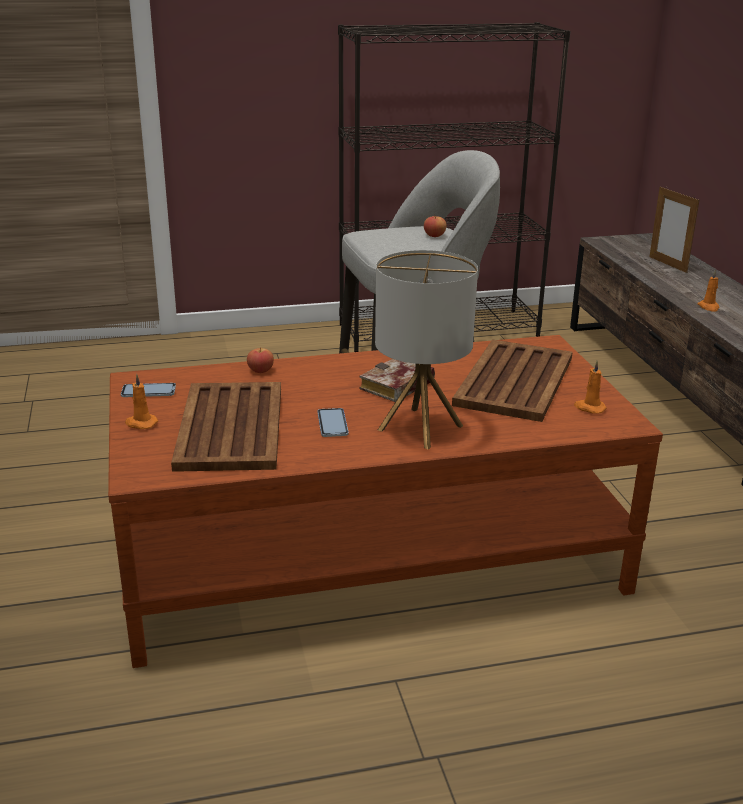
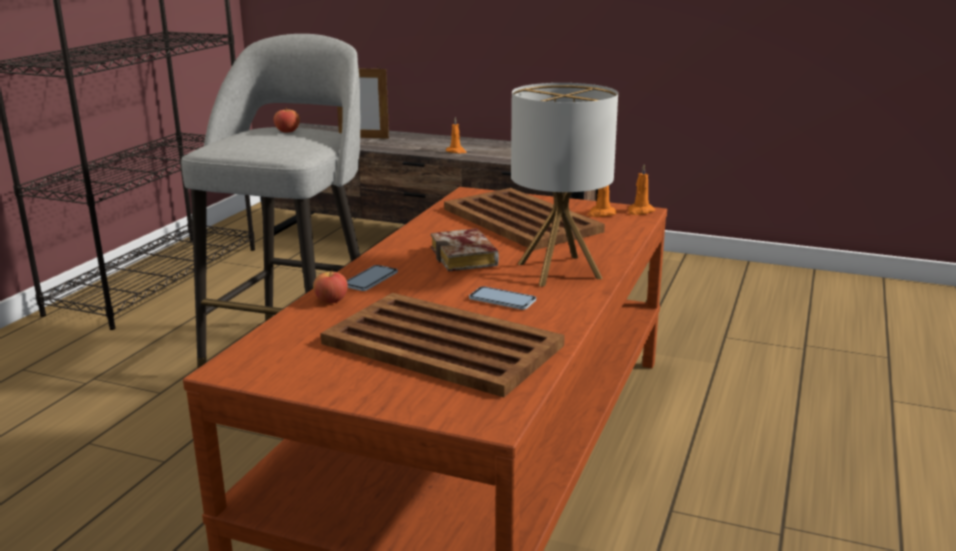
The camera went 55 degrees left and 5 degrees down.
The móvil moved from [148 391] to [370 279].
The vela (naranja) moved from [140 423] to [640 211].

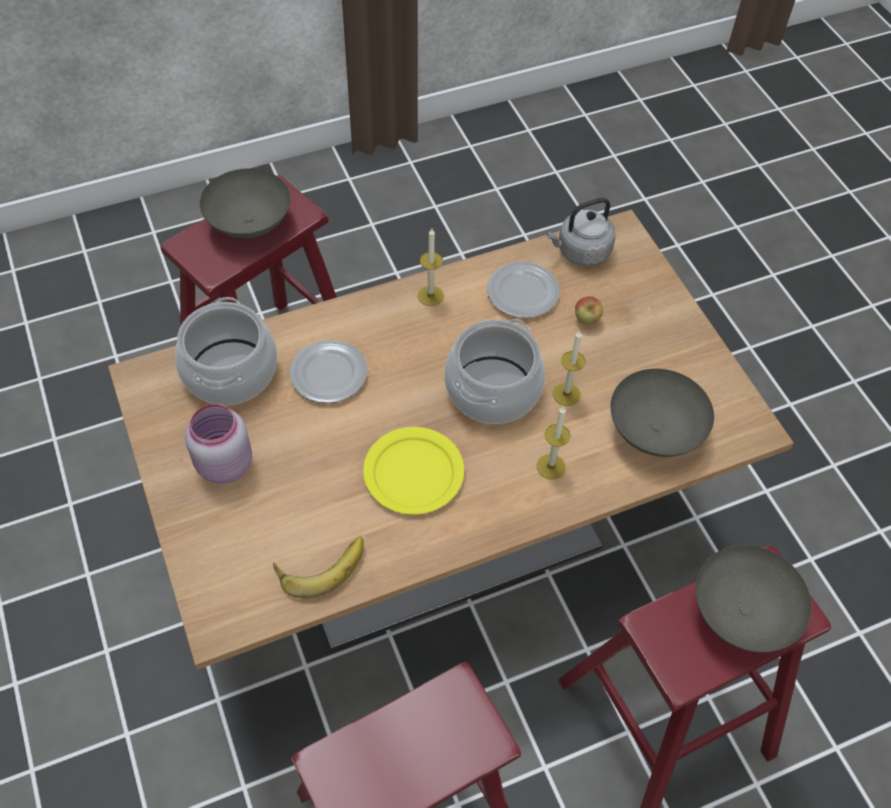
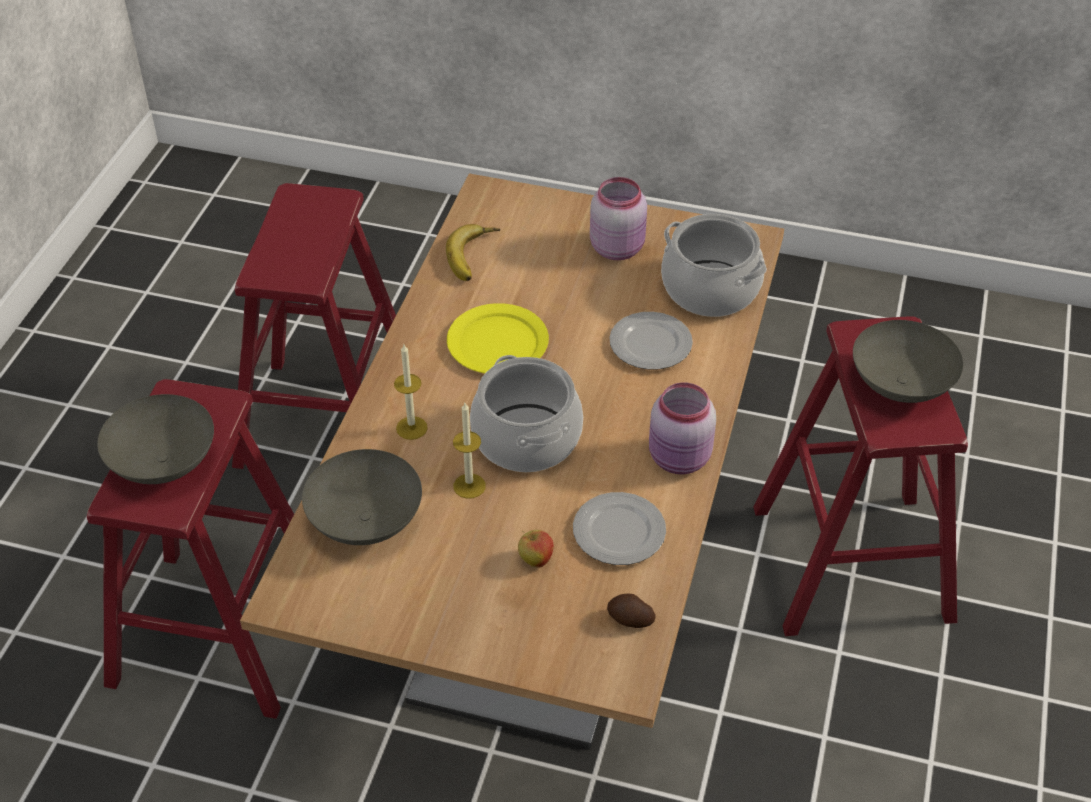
The camera went 130 degrees right and 10 degrees down.
The vela at [430 296] was replaced by the tarro (rosa) at [680 459].
The hervidor (gris) at [580 252] was replaced by the patata at [630 620].

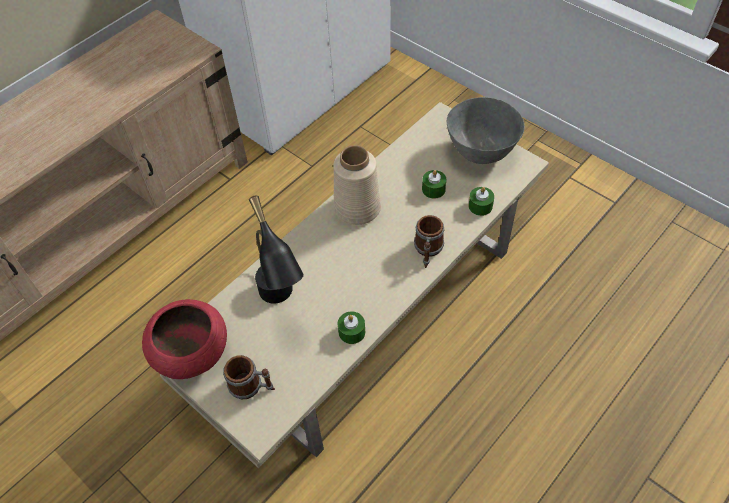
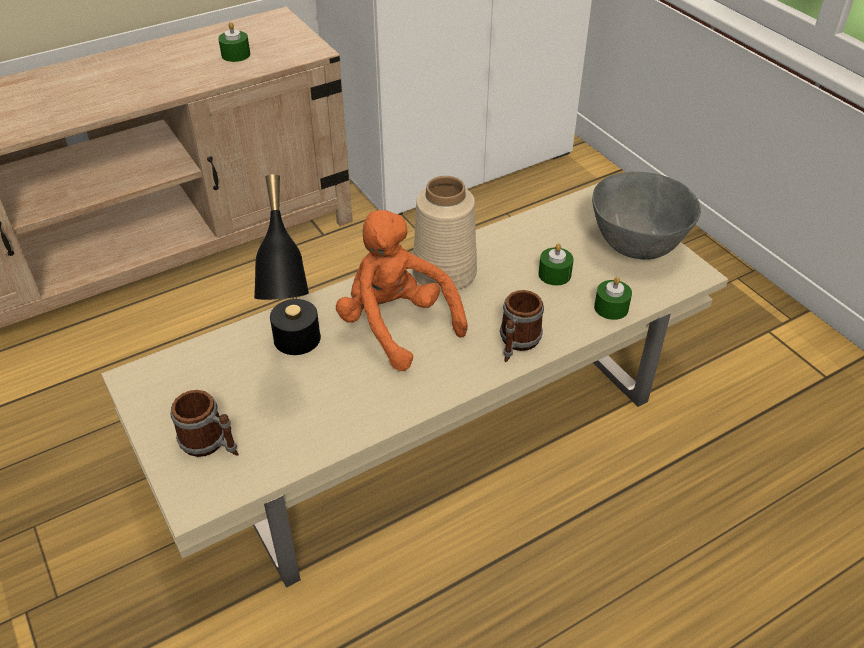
The camera went 15 degrees right and 10 degrees down.
The cuenco (rojo) at [192 352] disappeared.
The vela (verde) moved from [352 332] to [236 55].
The peluche (naranja) at [396 325] appeared.

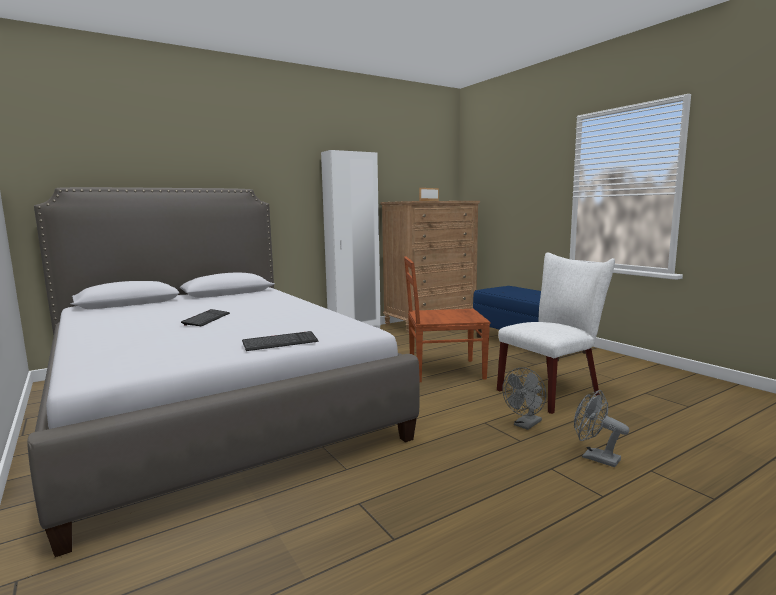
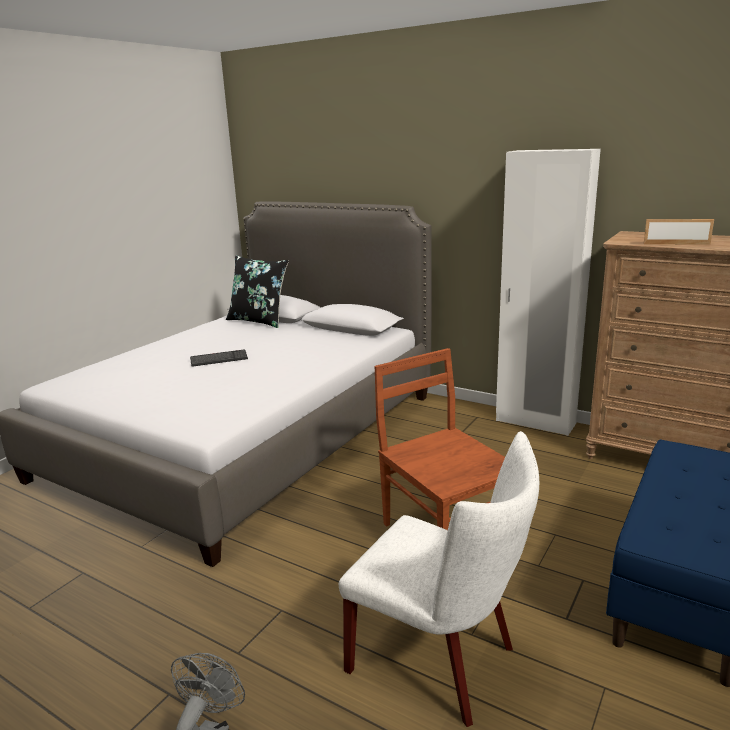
The camera went 65 degrees right and 10 degrees up.
The teclado at [280 343] disappeared.
The ventilador (gris) at [525 425] disappeared.
The cojín (negro) at [259 321] appeared.

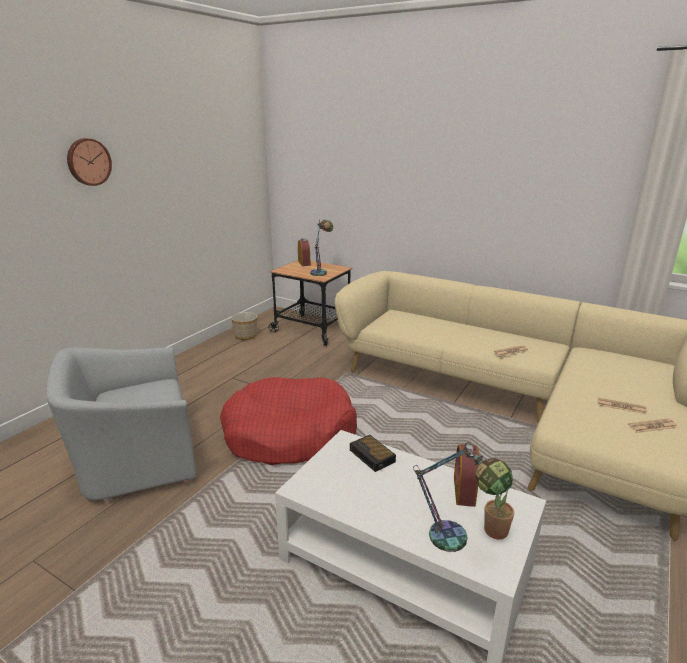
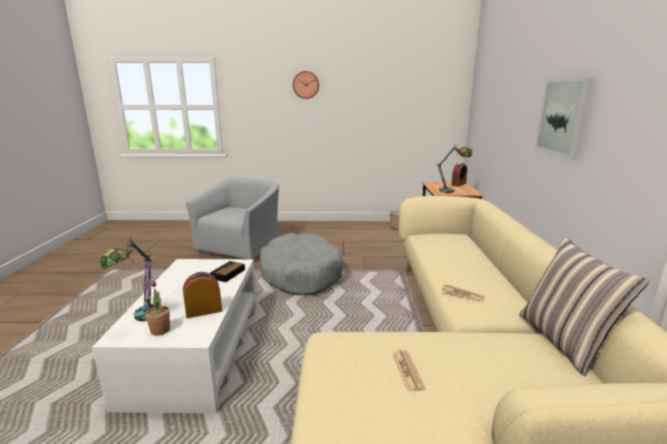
The camera went 60 degrees right and 5 degrees down.
The sillón (gris) at [136 460] turned 75 degrees clockwise.
The cama para perro (rojo) at [289 434] became the cama para perro (gris) at [300 274].
The periódico at [652 426] disappeared.
The cojín at [564 341] appeared.
The cuadro at [563 117] appeared.

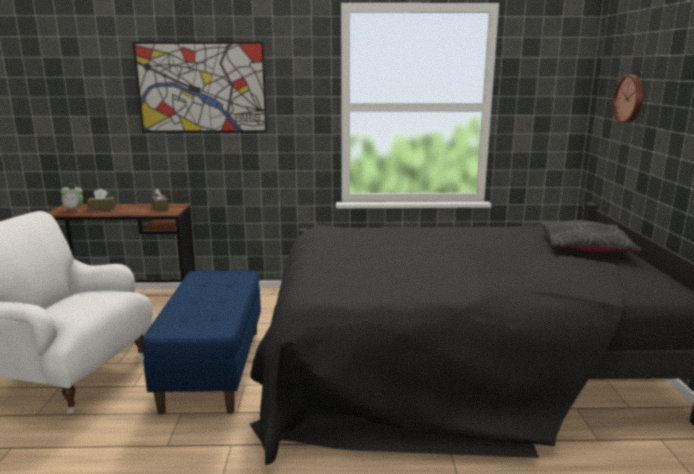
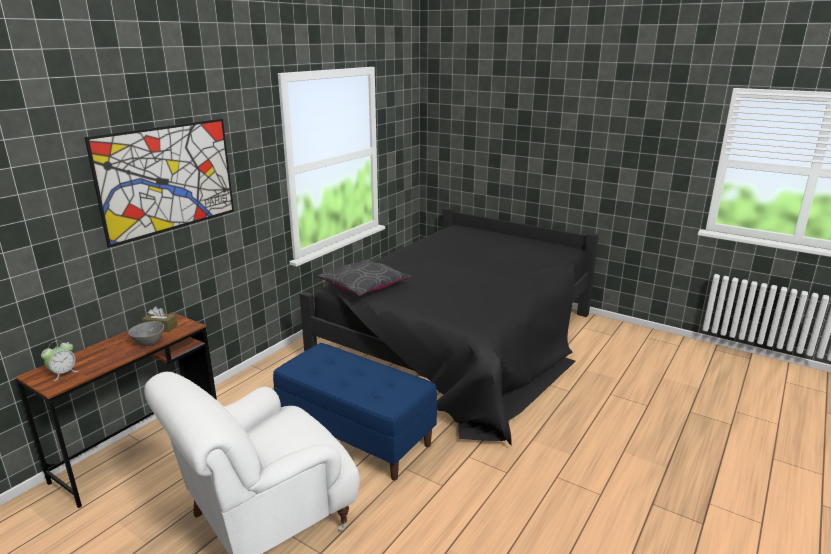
The camera went 55 degrees left and 5 degrees up.
The caja de pañuelos (marrón) at [102 208] disappeared.
The cojín (gris) moved from [584 247] to [364 286].
The reloj de pared at [630 99] disappeared.
The cuenco (gris) at [148 342] appeared.

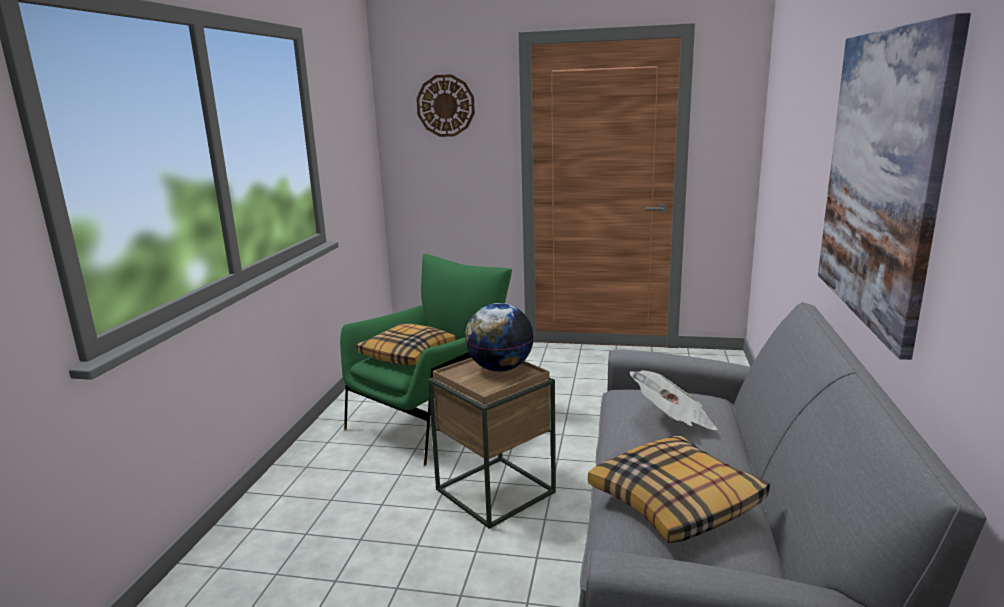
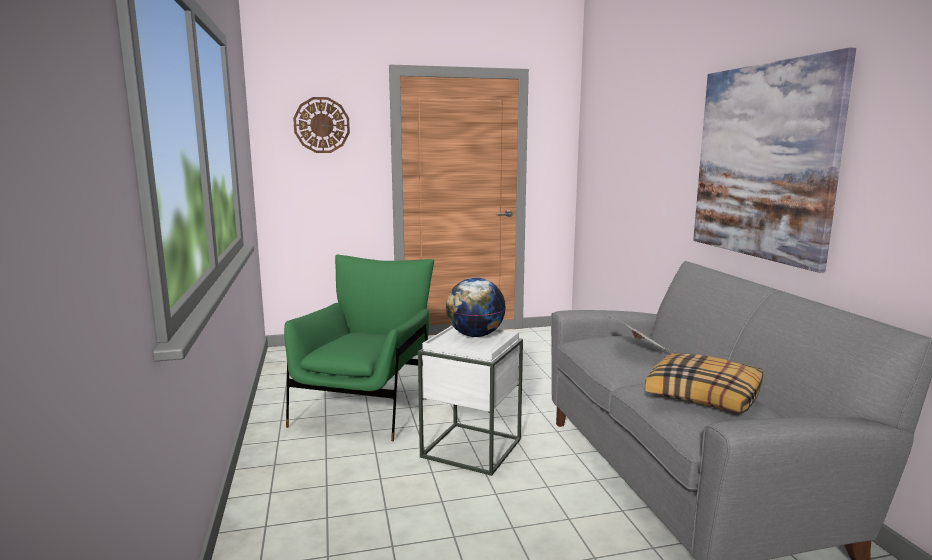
The camera went 25 degrees left and 5 degrees down.
The cojín at [408 354] disappeared.
The mesa auxiliar (marrón) at [495 491] became the mesa auxiliar (blanco) at [471 448].

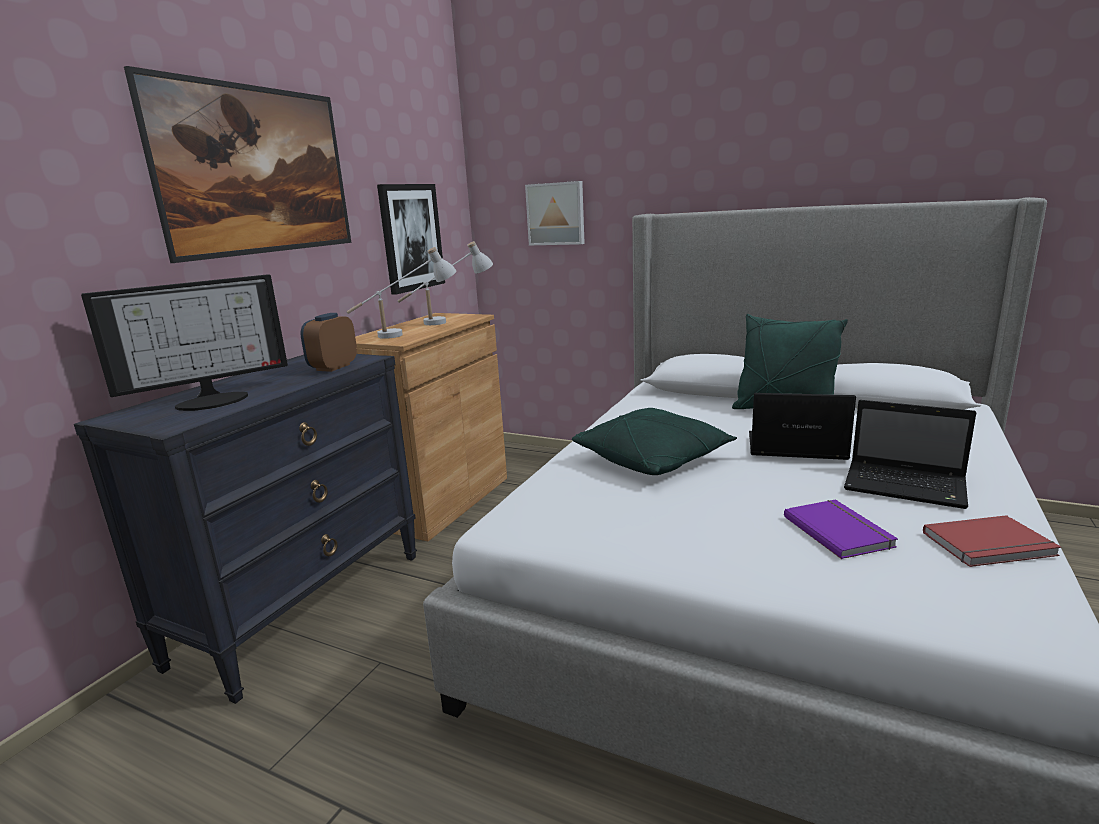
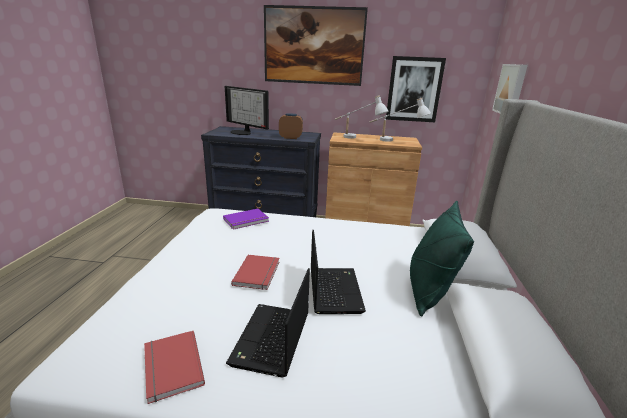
The camera went 70 degrees right and 5 degrees up.
The cojín (verde) at [653 459] disappeared.
The libro (morado) moved from [839 531] to [246 220].
The libro (rojo) at [258 273] appeared.

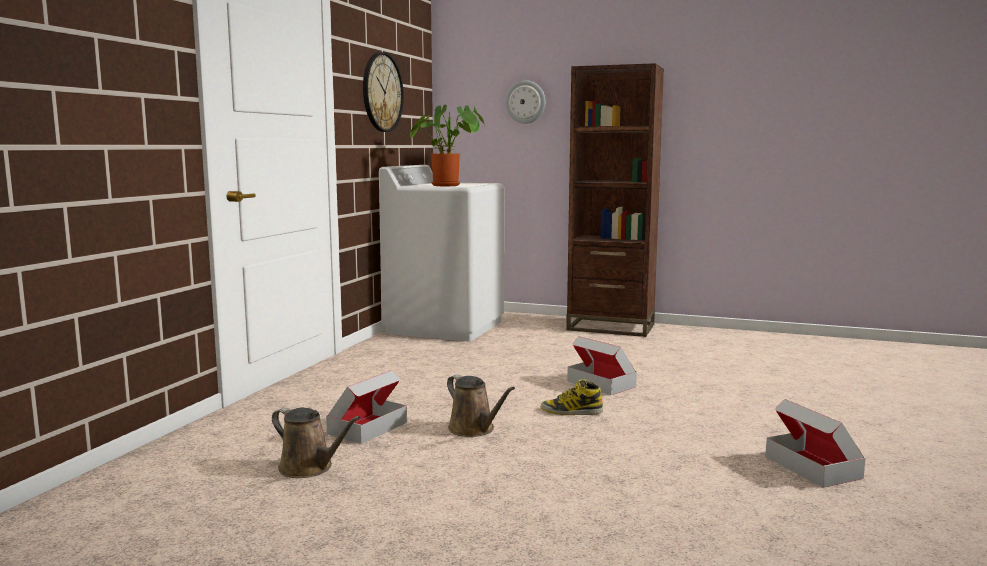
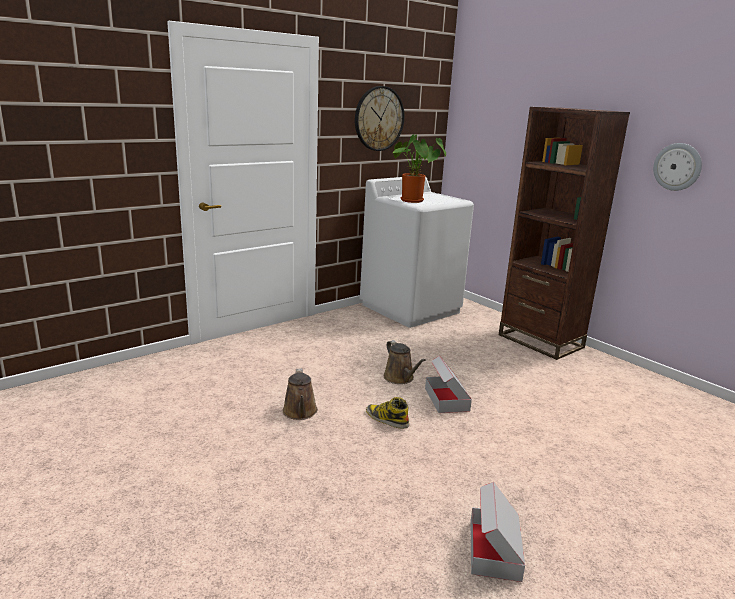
The camera went 30 degrees right and 10 degrees up.
The regadera (marrón) moved from [309 468] to [400 378].
The caja de cartón at [367 428] disappeared.
The reloj de pared moved from [525 102] to [677 167].

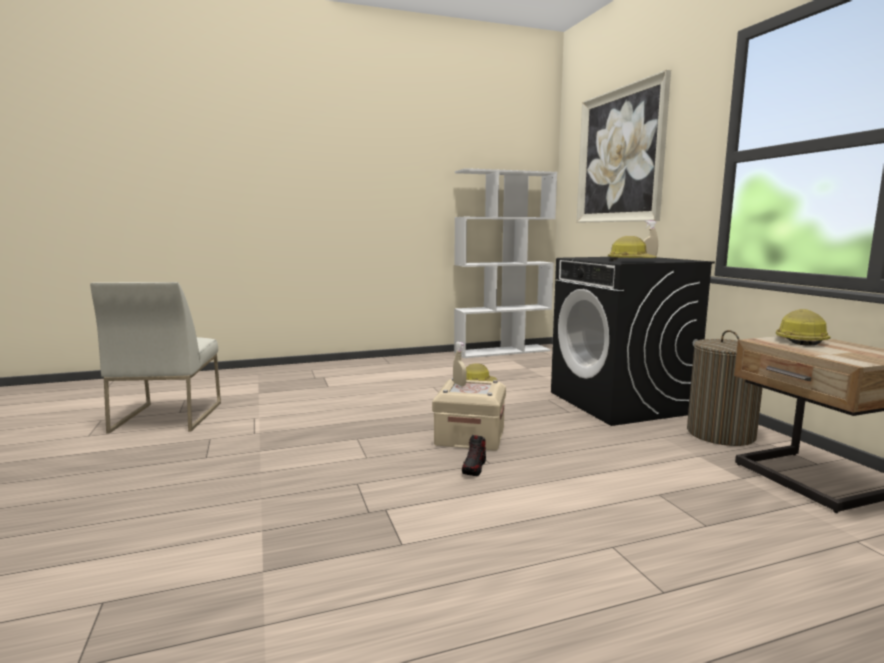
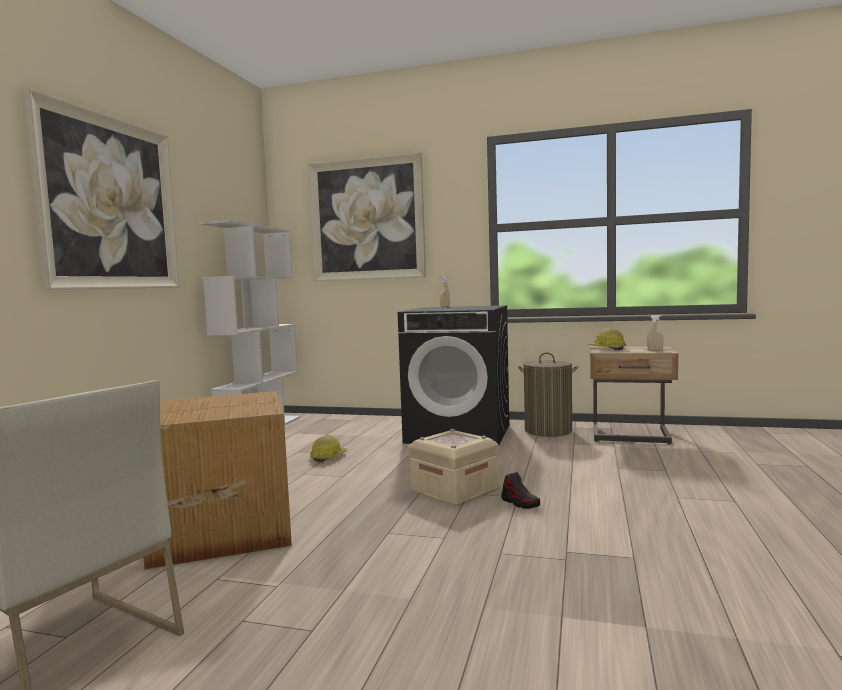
The camera went 55 degrees left and 5 degrees down.
The pulverizador (beis) moved from [459 384] to [655 350].
The casco at [630 261] disappeared.
The cuadro at [109 203] appeared.
The caja de cartón at [220 529] appeared.

